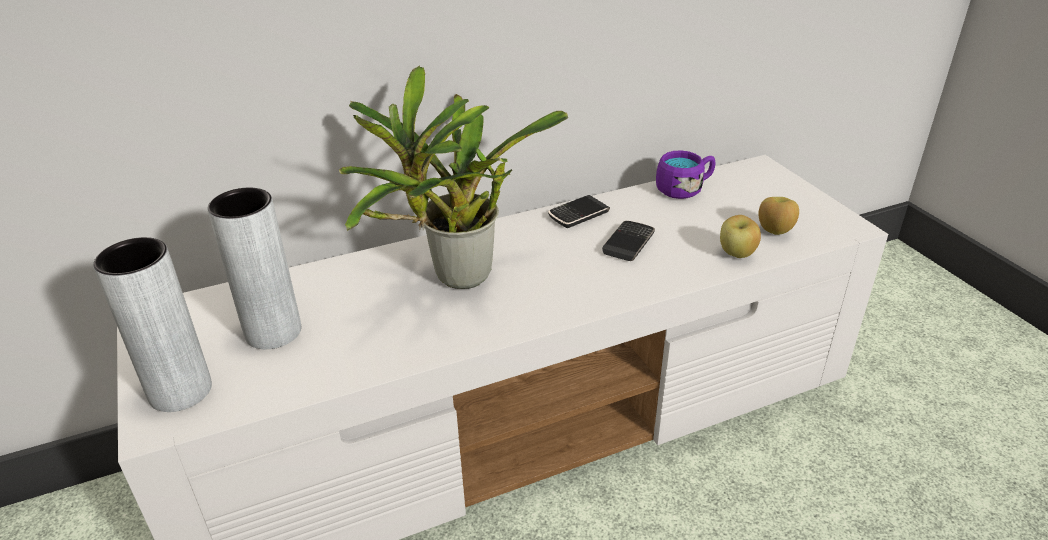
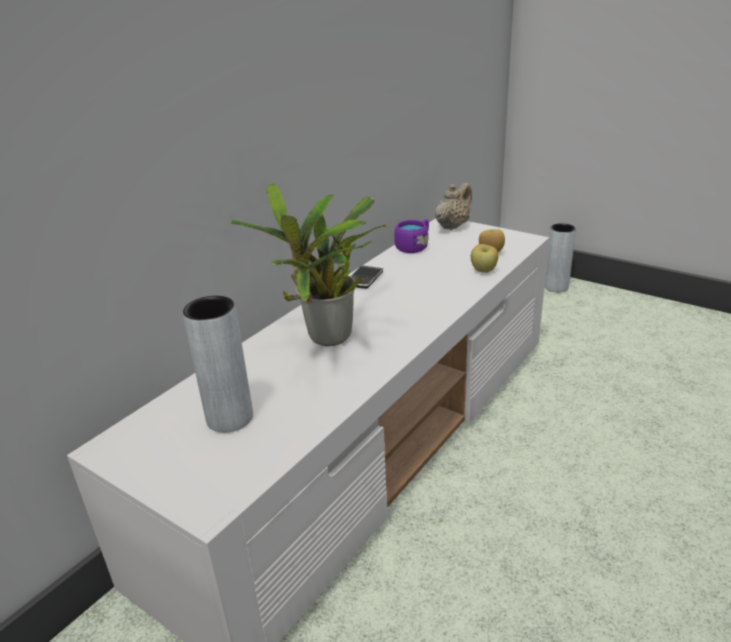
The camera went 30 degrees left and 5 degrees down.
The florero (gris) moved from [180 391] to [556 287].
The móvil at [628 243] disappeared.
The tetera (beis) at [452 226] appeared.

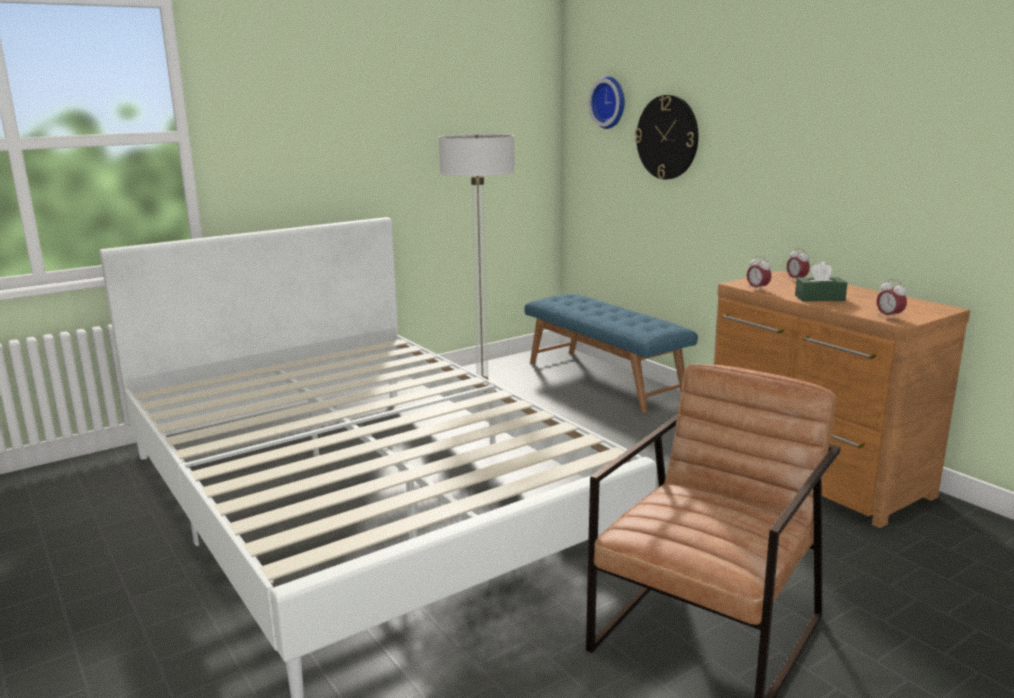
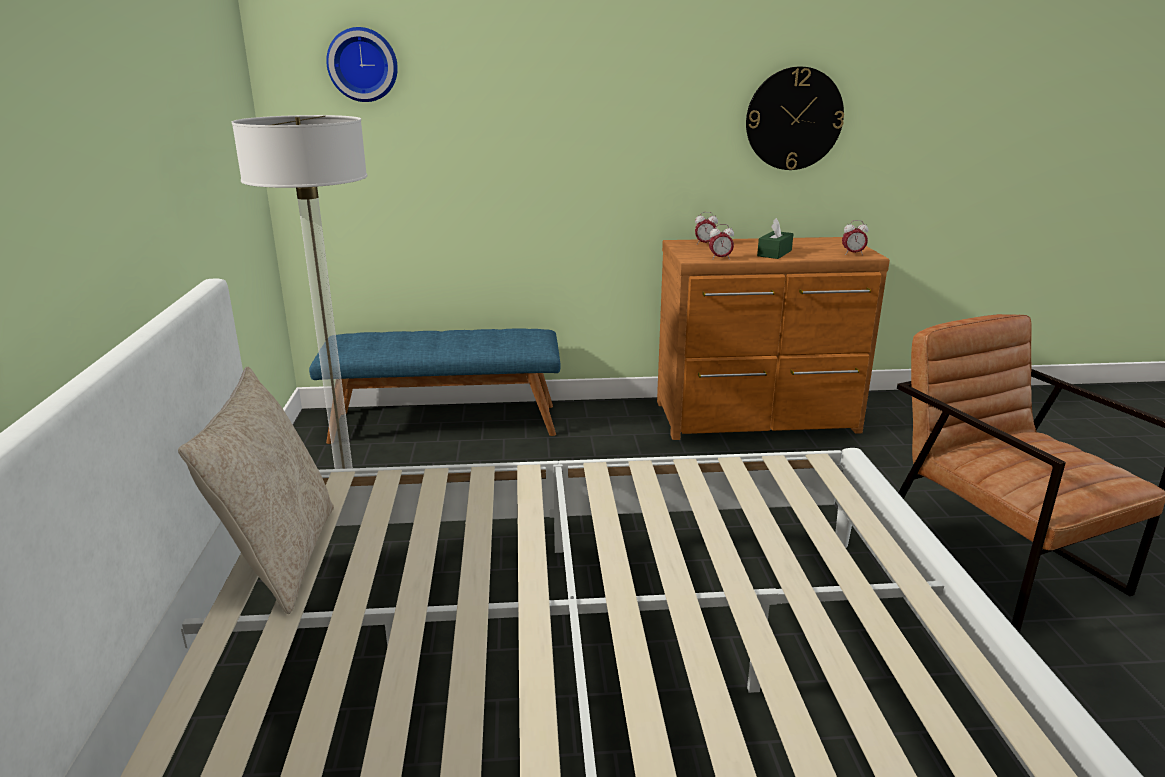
The camera went 60 degrees left and 5 degrees up.
The reloj de pared moved from [667 137] to [794 119].
The cojín (beis) at [280 557] appeared.

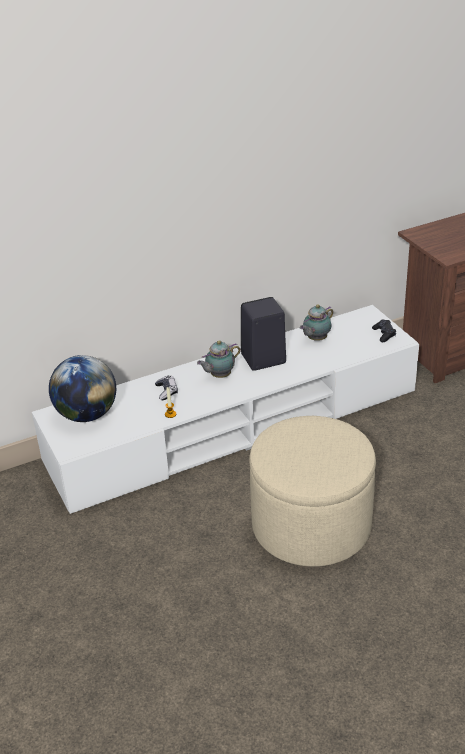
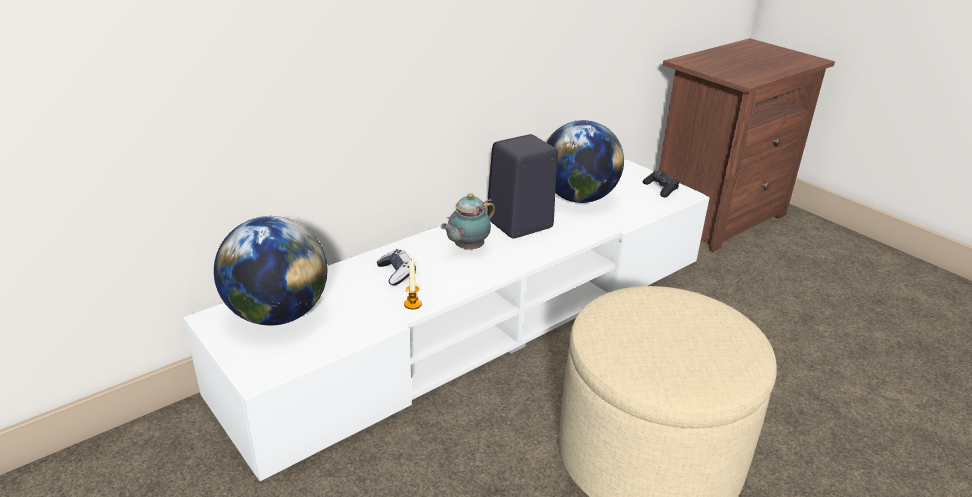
The camera went 15 degrees left and 5 degrees down.
The tetera at [316 339] was replaced by the globo terráqueo at [578 198].

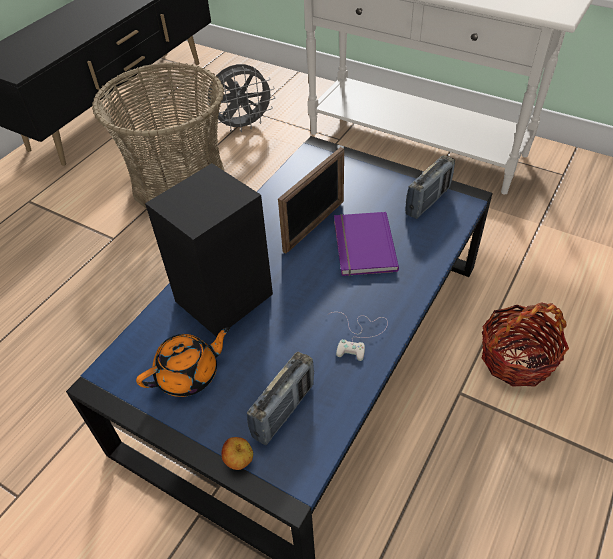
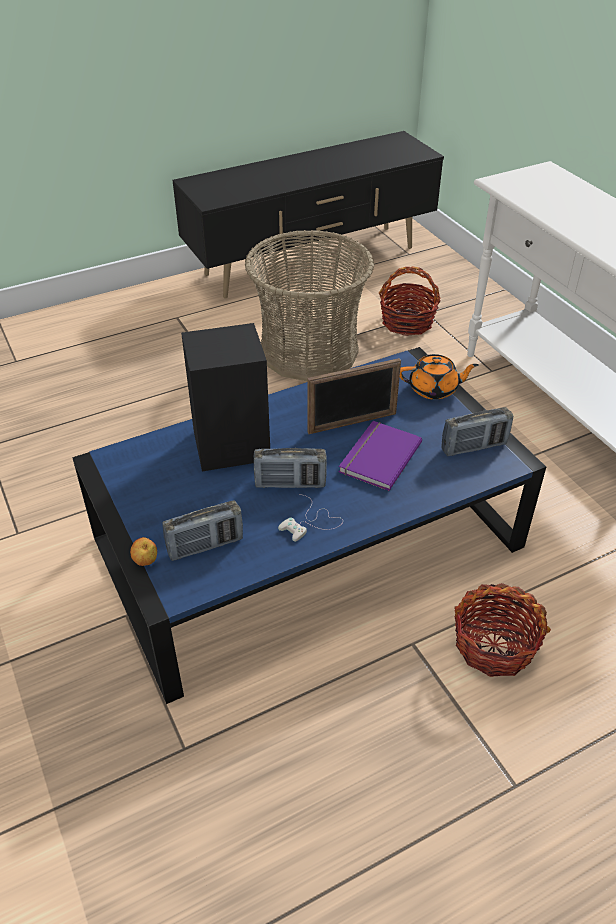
The camera went 30 degrees right and 5 degrees down.
The tetera (naranja) moved from [189 374] to [434 389].
The ventilador (gris) at [243 125] was replaced by the cesta at [407 322].
The radio at [290 483] appeared.

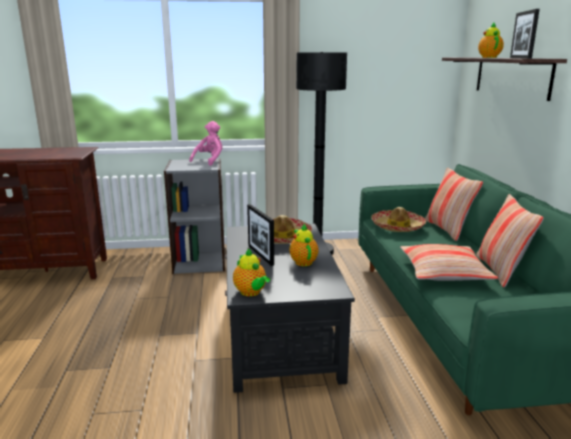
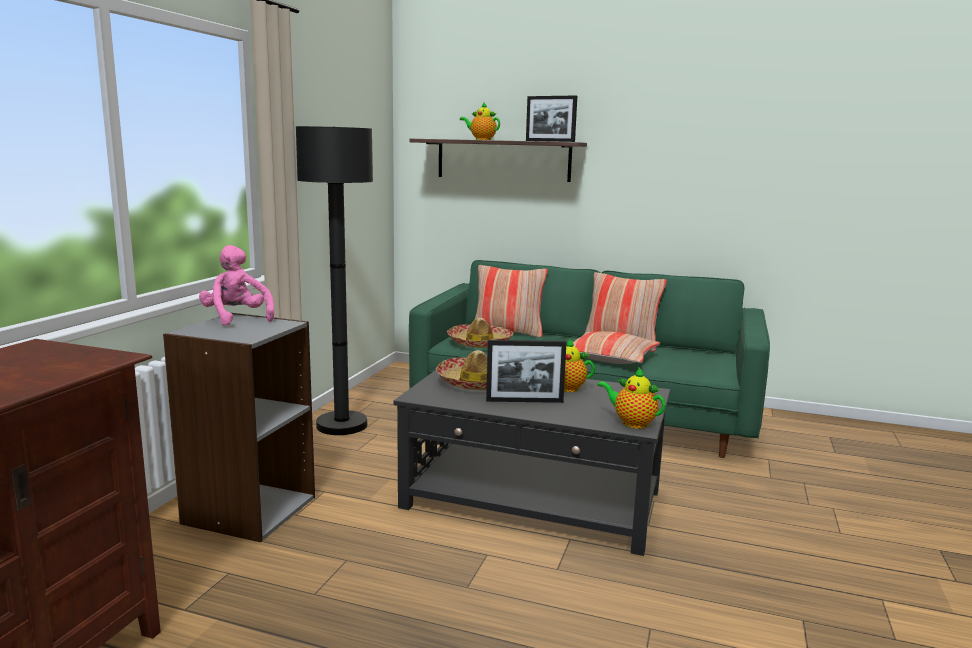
The camera went 65 degrees left and 5 degrees down.
The tetera at [251 292] turned 135 degrees counterclockwise.

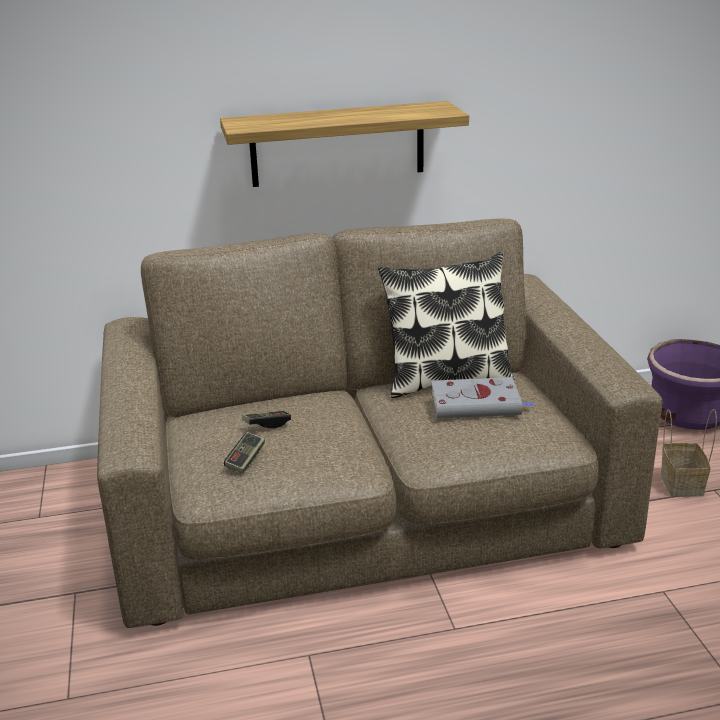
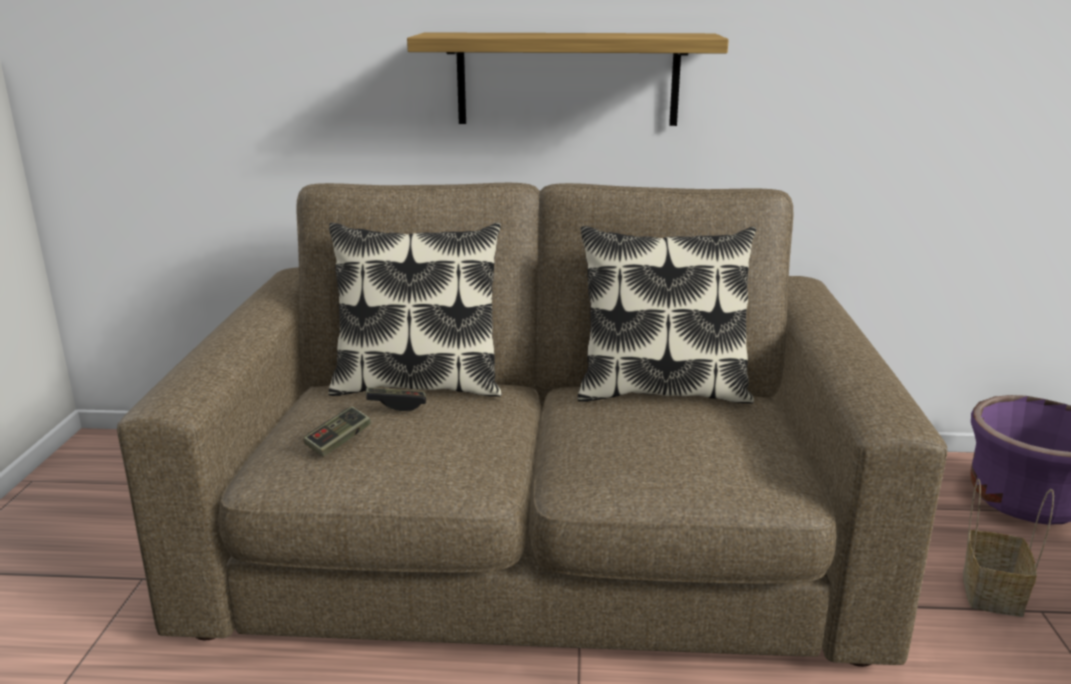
The camera went 15 degrees right and 5 degrees down.
The libro (gris) at [478 404] disappeared.
The cojín at [418 384] appeared.

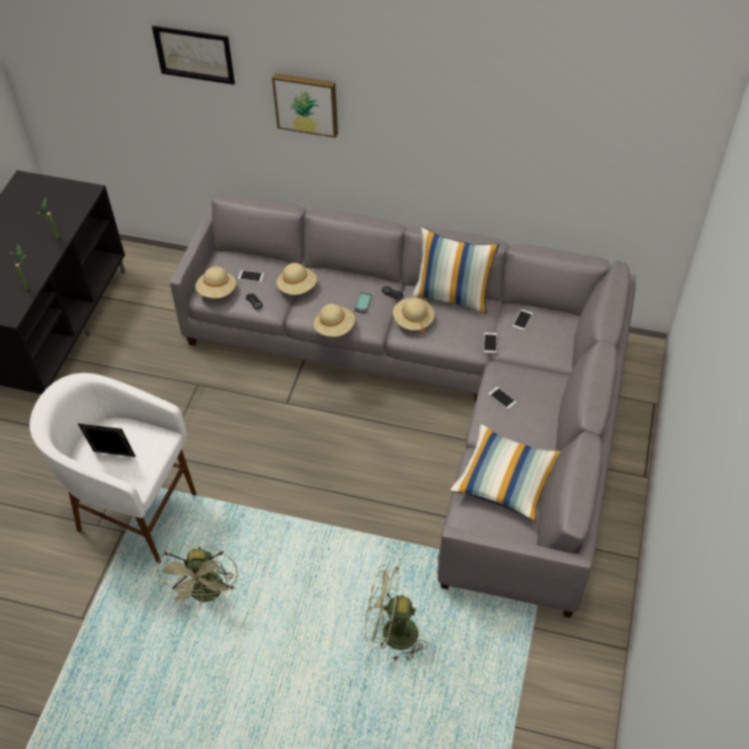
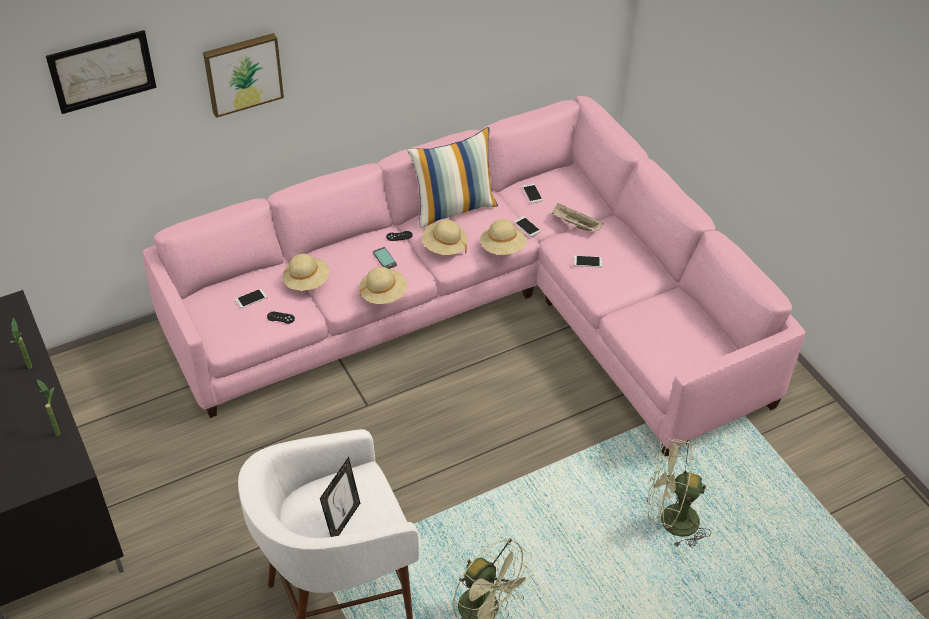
The camera went 45 degrees left and 5 degrees down.
The portarretratos at [113 457] turned 150 degrees clockwise.
The sofá (gris) at [437 391] became the sofá (rosa) at [486 310].
The sombrero (beis) moved from [217 291] to [502 248].
The ventilador (verde) at [391 634] turned 45 degrees clockwise.
The cojín at [506 480] disappeared.
The bandeja (beis) at [575 224] appeared.

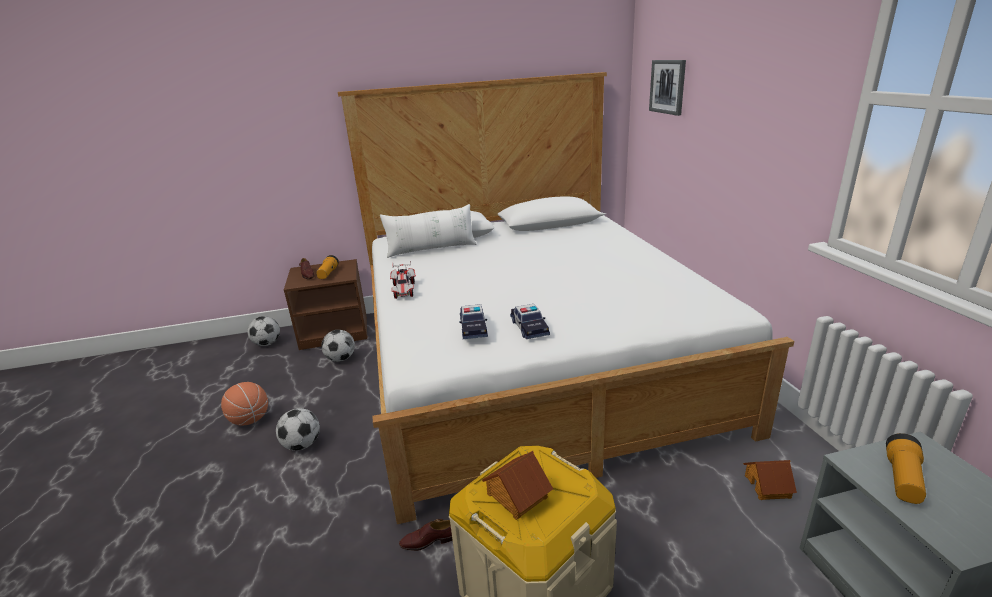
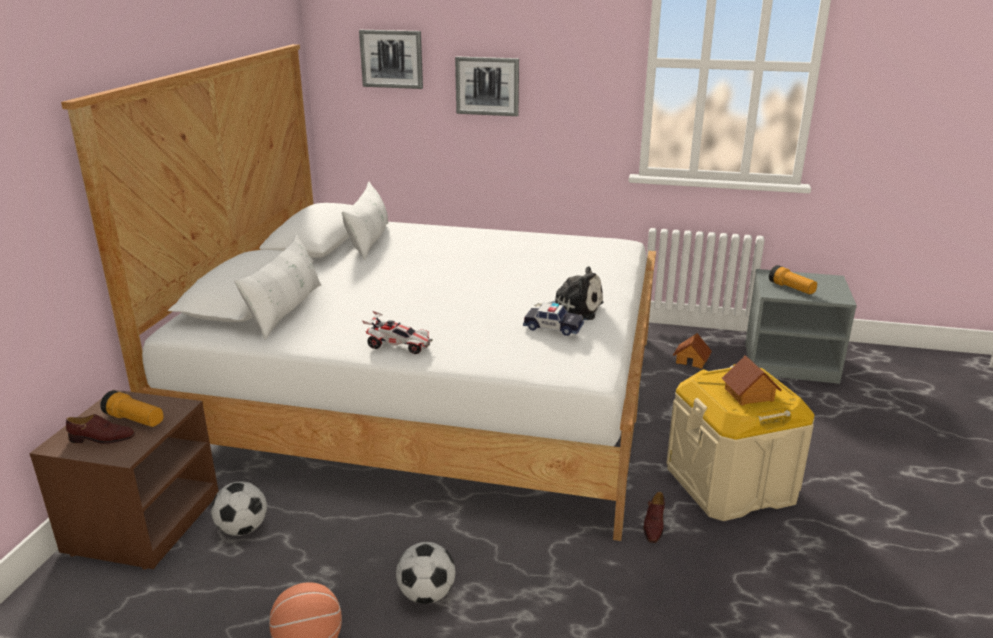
The camera went 65 degrees left and 0 degrees up.
The balón de fútbol at [267 344] disappeared.
The coche de juguete at [529 327] was replaced by the peluche at [573 308].
The cojín (blanco) at [369 241] appeared.
The cuadro at [487 86] appeared.

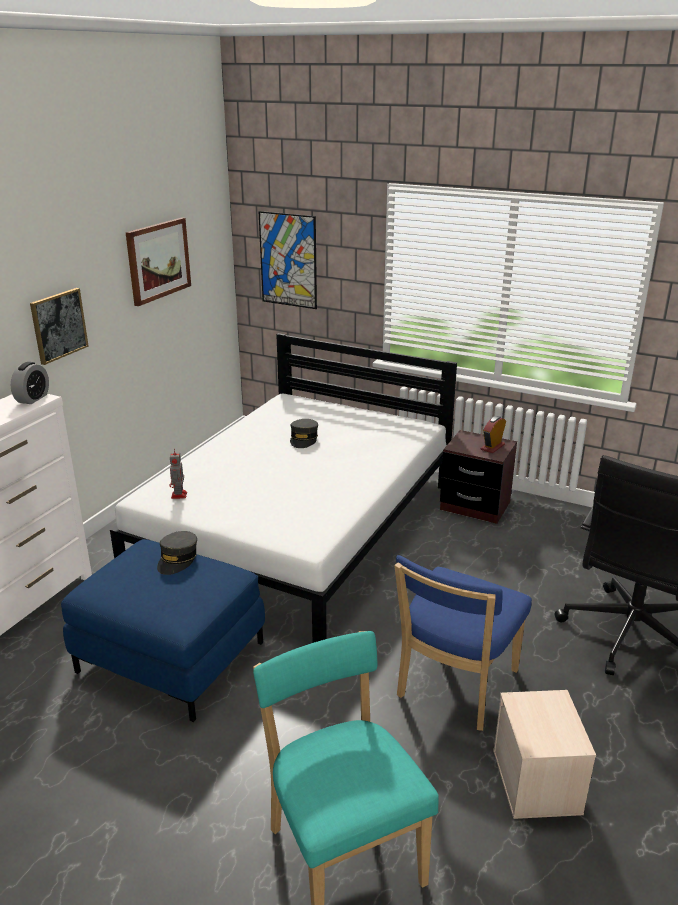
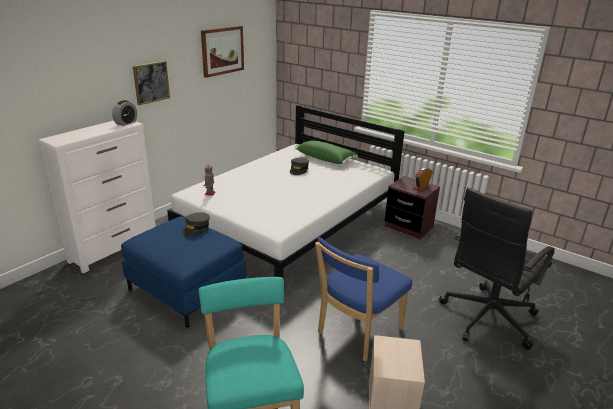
The camera went 10 degrees right and 0 degrees up.
The cuadro at [288 260] disappeared.
The cojín (verde) at [326 159] appeared.

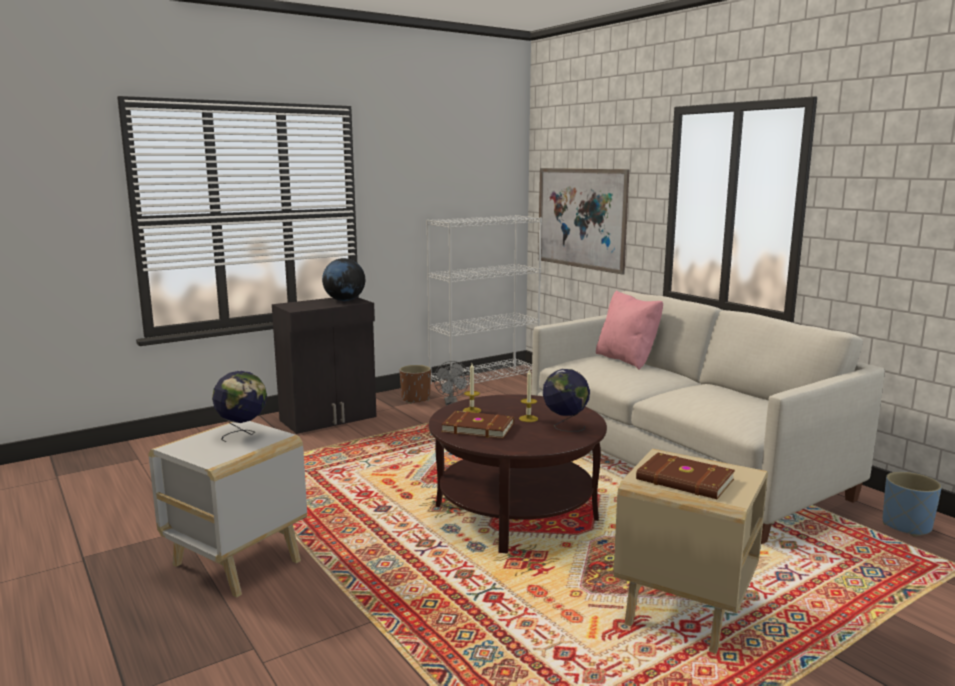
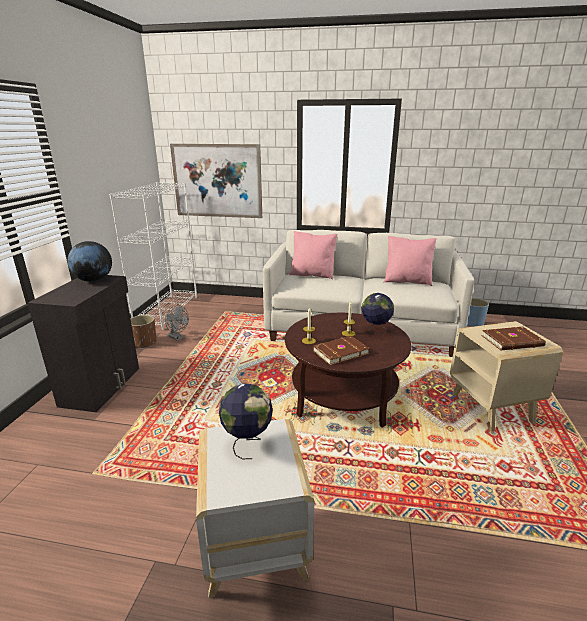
The camera went 45 degrees left and 10 degrees up.
The cojín (rosa) at [407 281] appeared.

